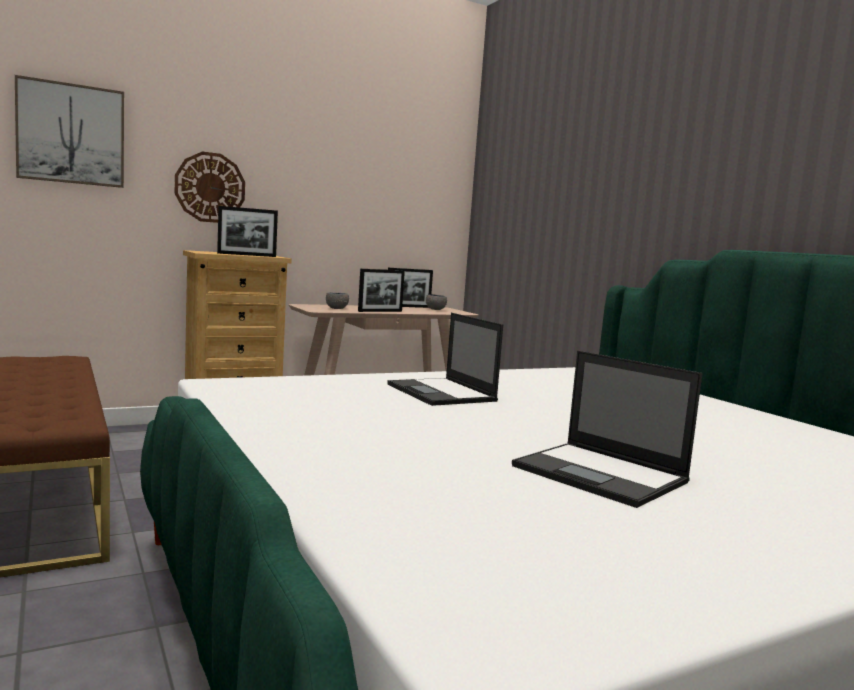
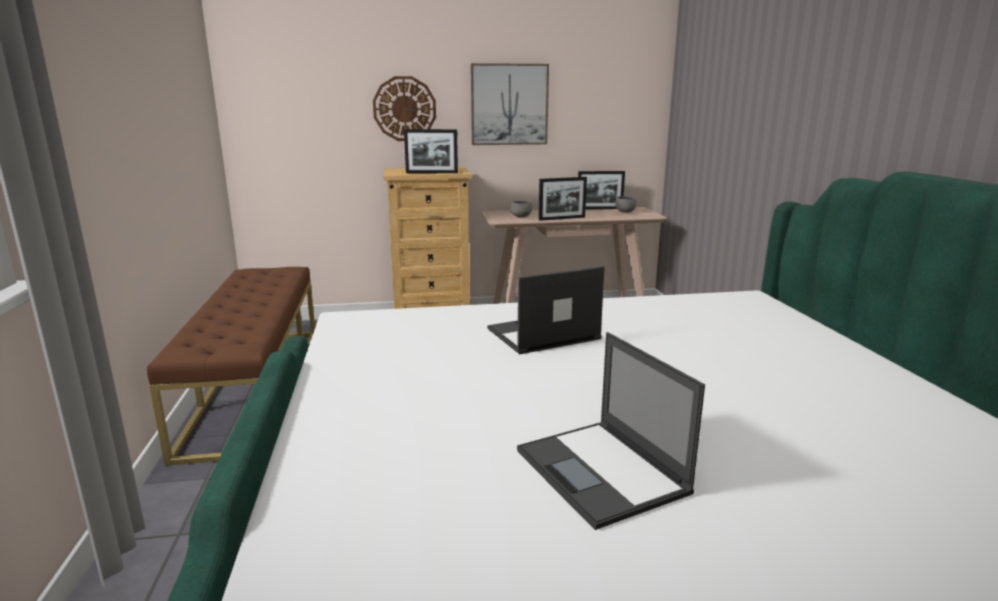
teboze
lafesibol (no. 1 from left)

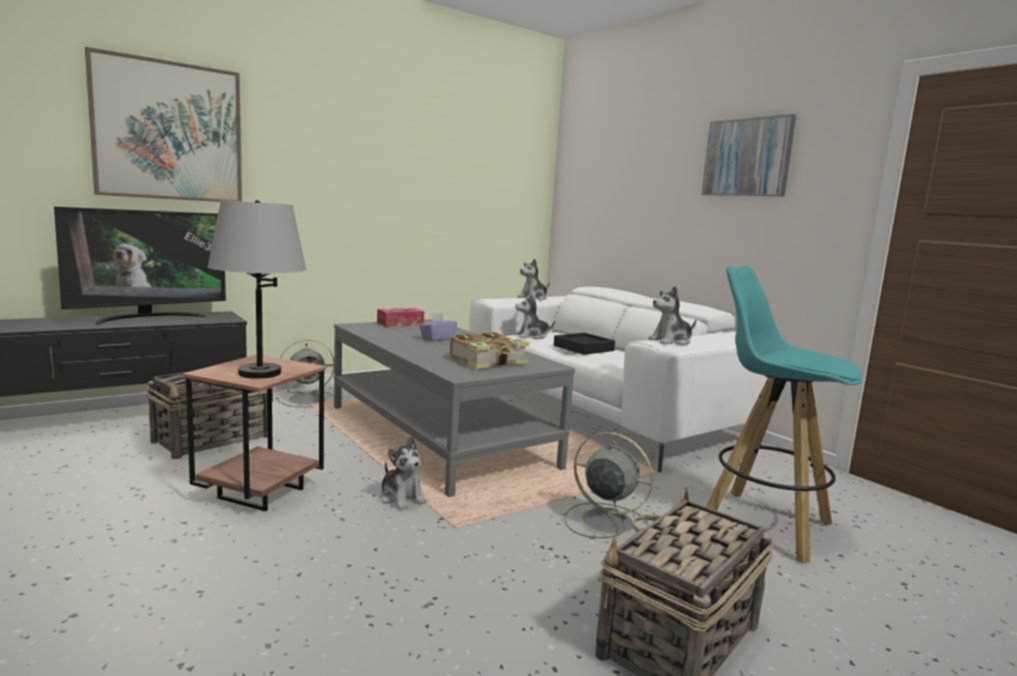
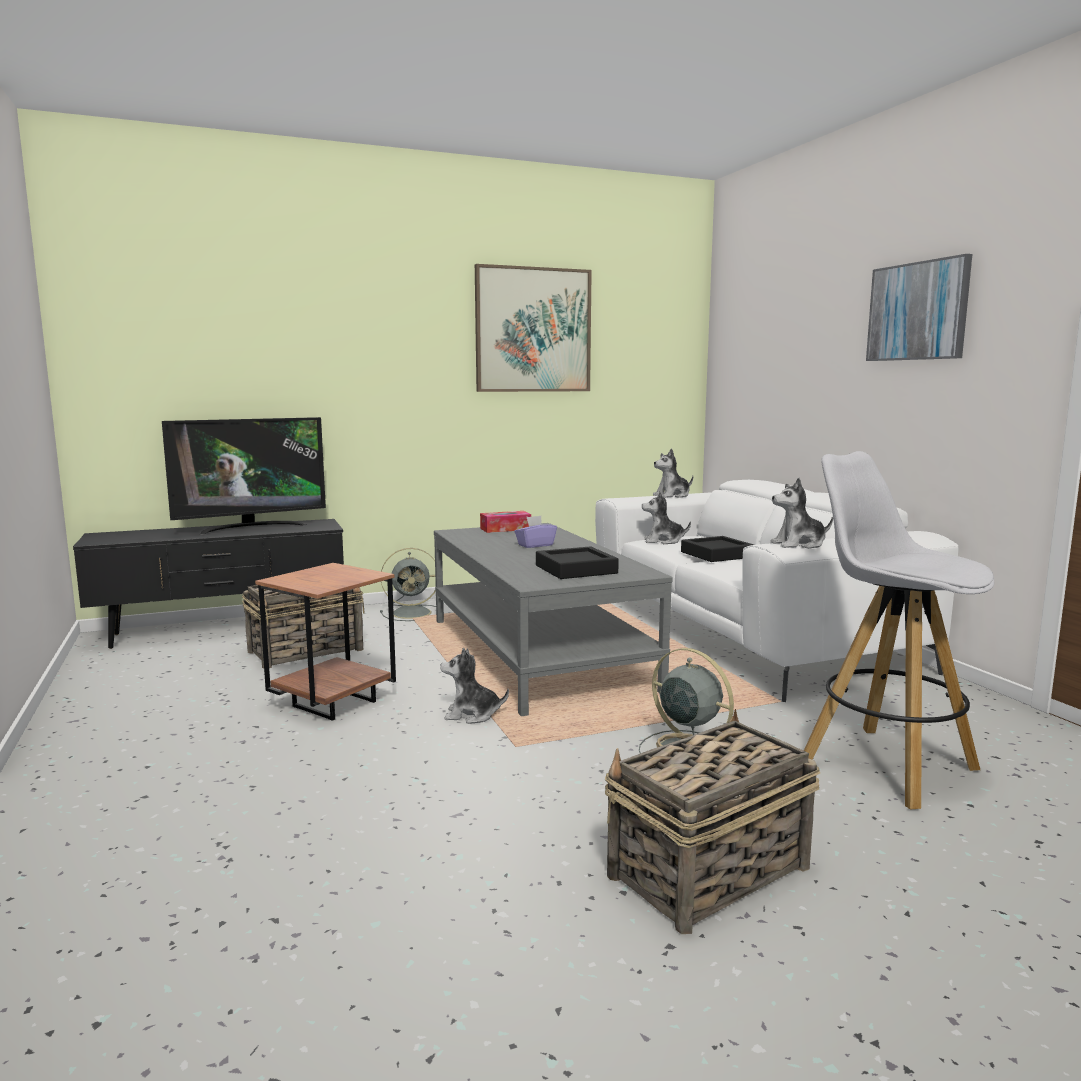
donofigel (no. 1 from left)
teboze (no. 1 from left)
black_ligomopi (no. 1 from left)
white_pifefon
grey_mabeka

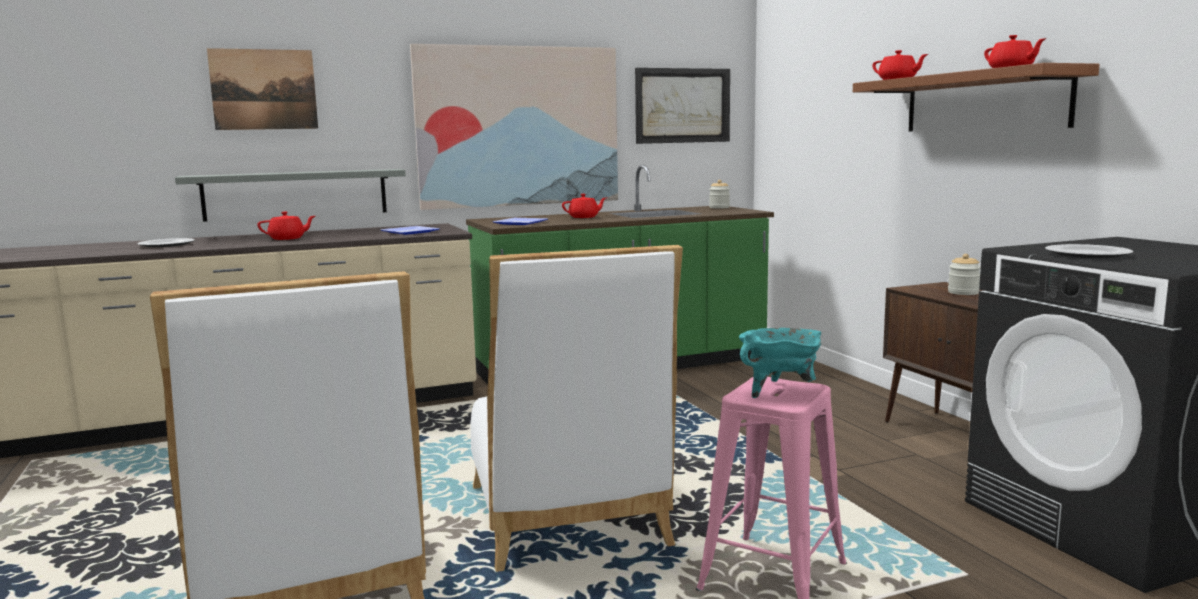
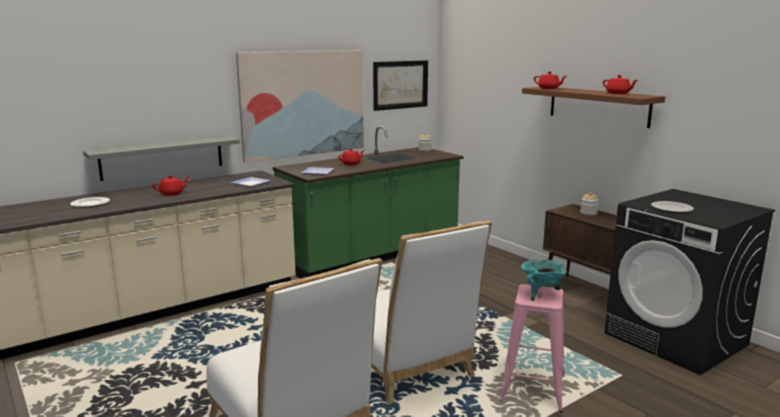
teboze (no. 1 from left in the first image)

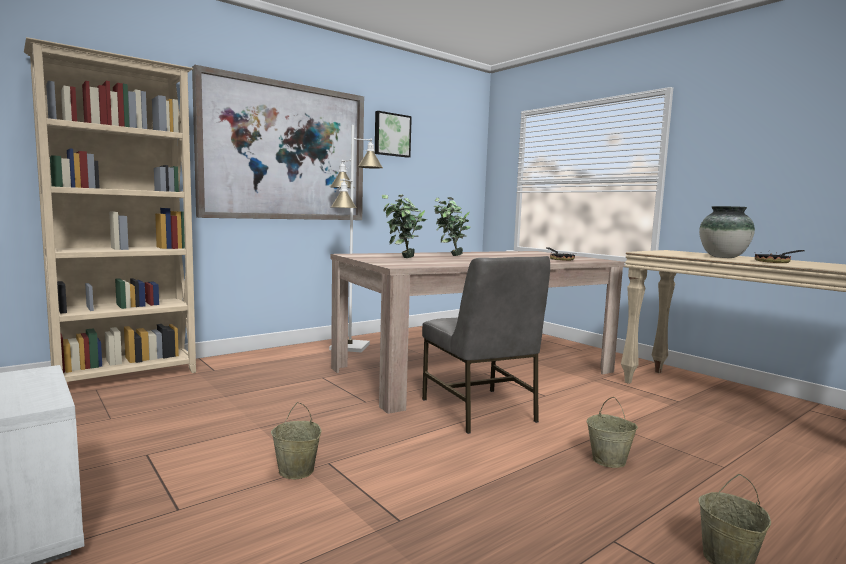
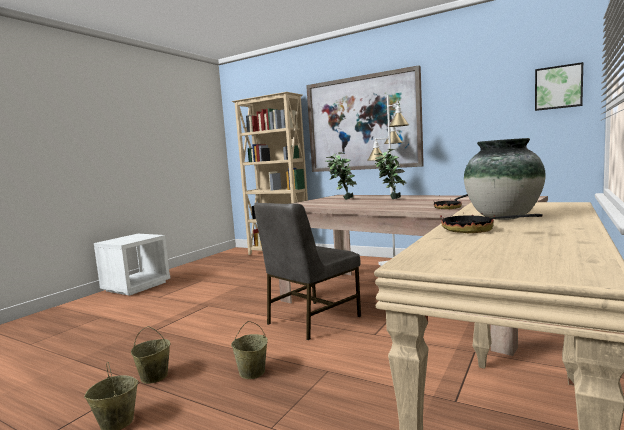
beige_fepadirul (no. 2 from left)
teboze (no. 2 from left)

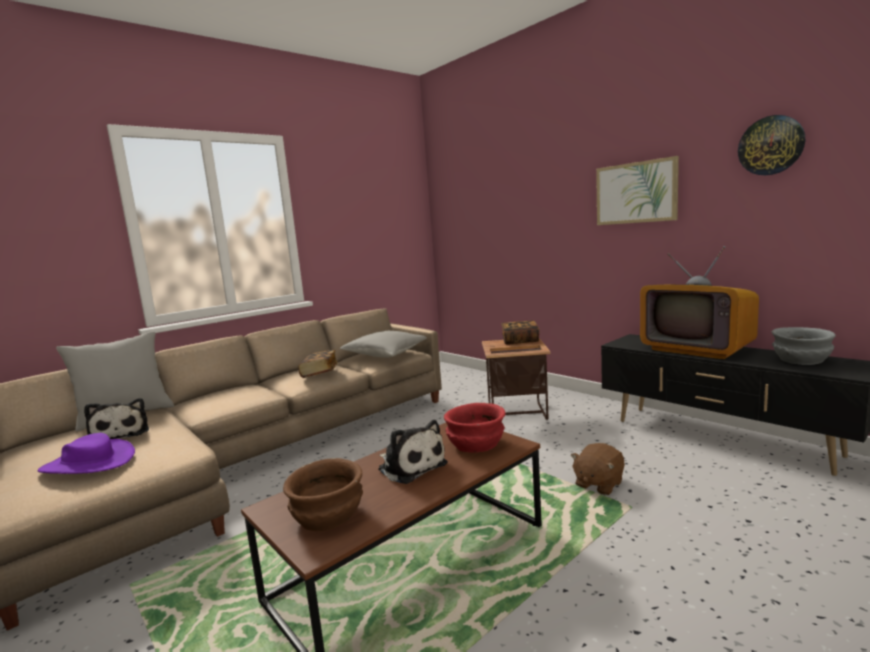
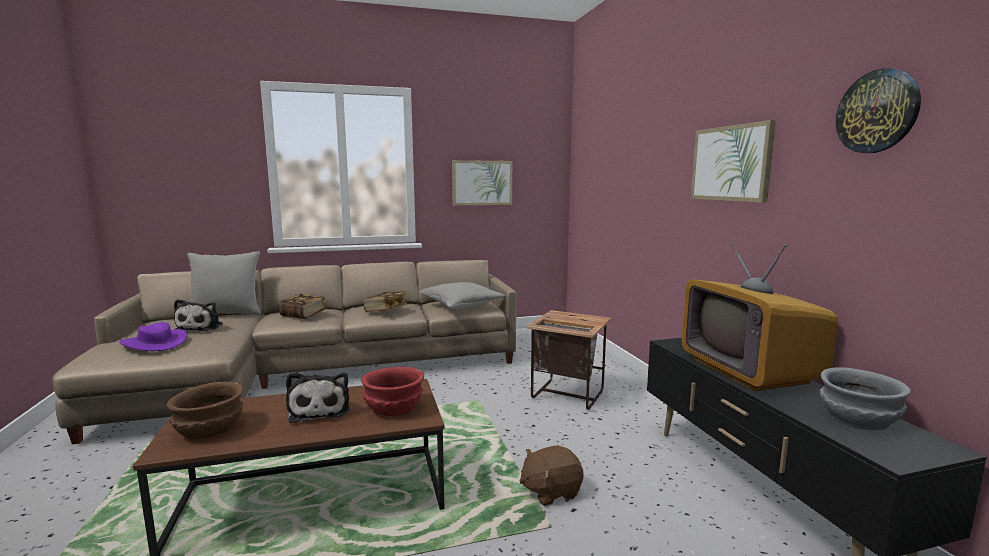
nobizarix (no. 1 from left)
teboze (no. 1 from left)

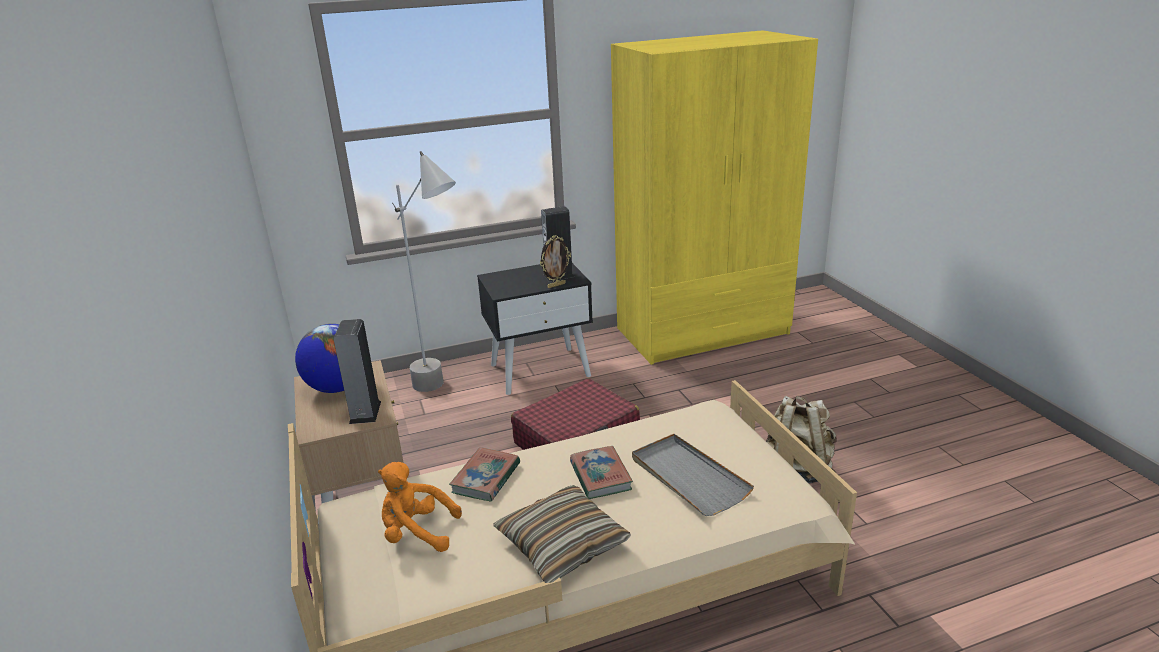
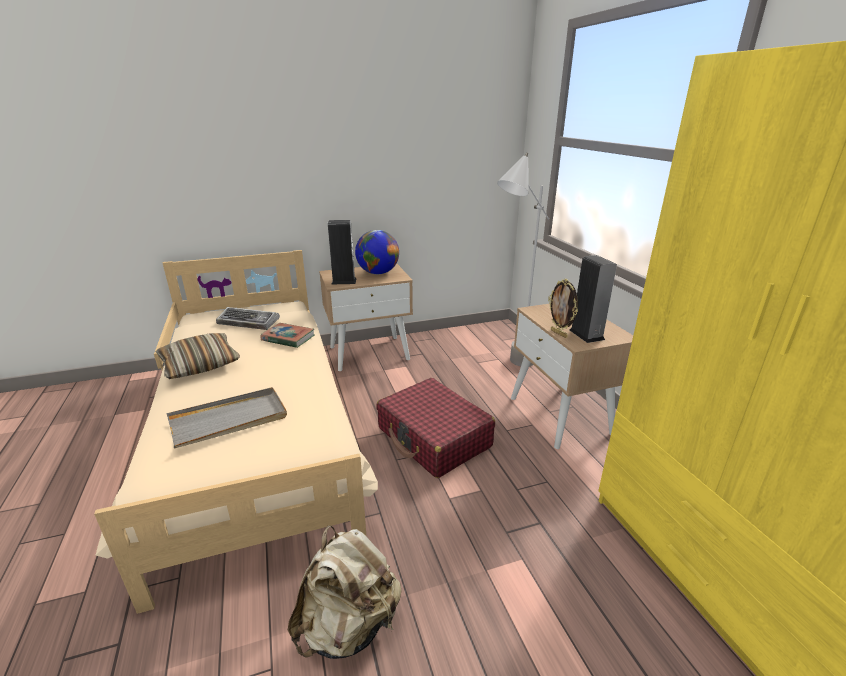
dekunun
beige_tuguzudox (no. 2 from left)
nobizarix (no. 2 from left in the first image)

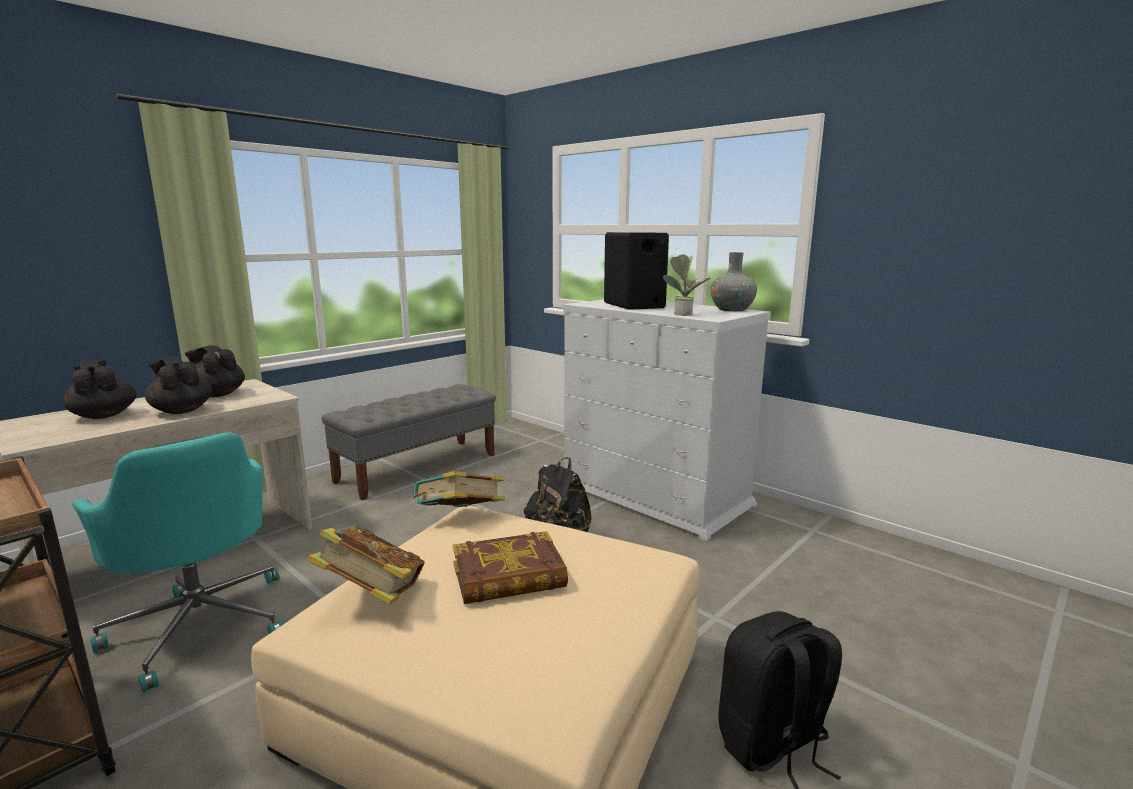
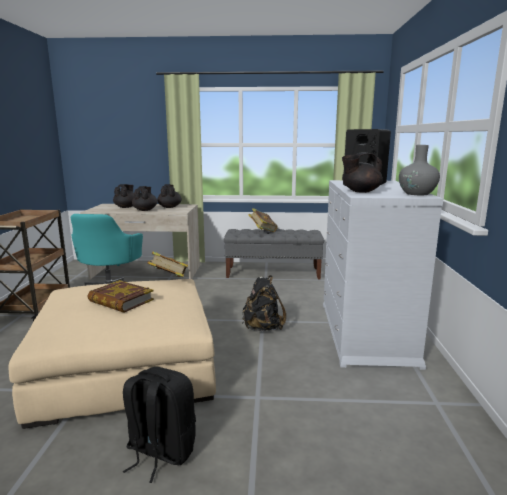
nobizarix (no. 3 from left)
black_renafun (no. 4 from left)

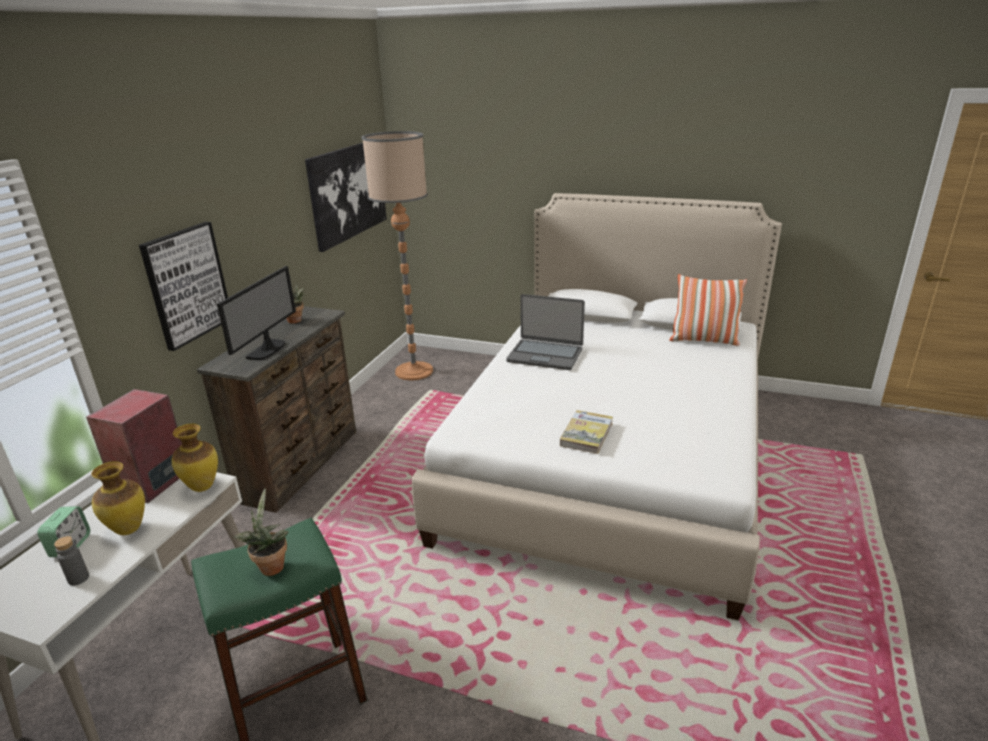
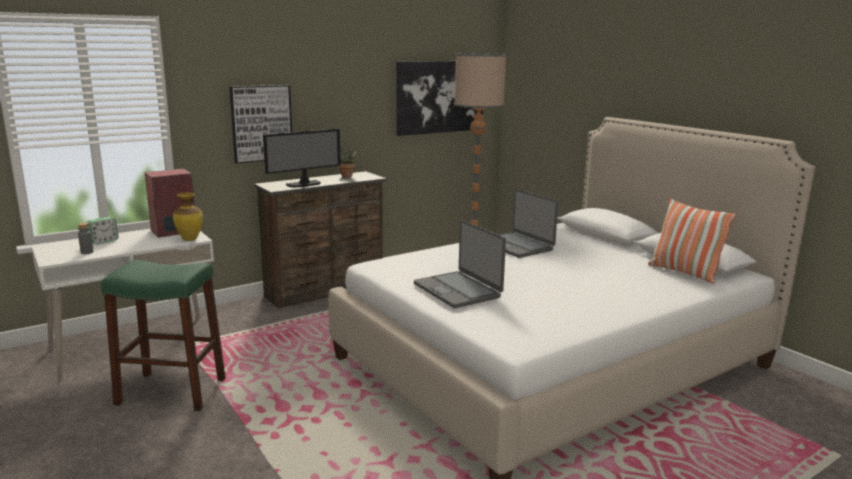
lafesibol (no. 1 from left)
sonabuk (no. 1 from left in the first image)
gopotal (no. 1 from left in the first image)

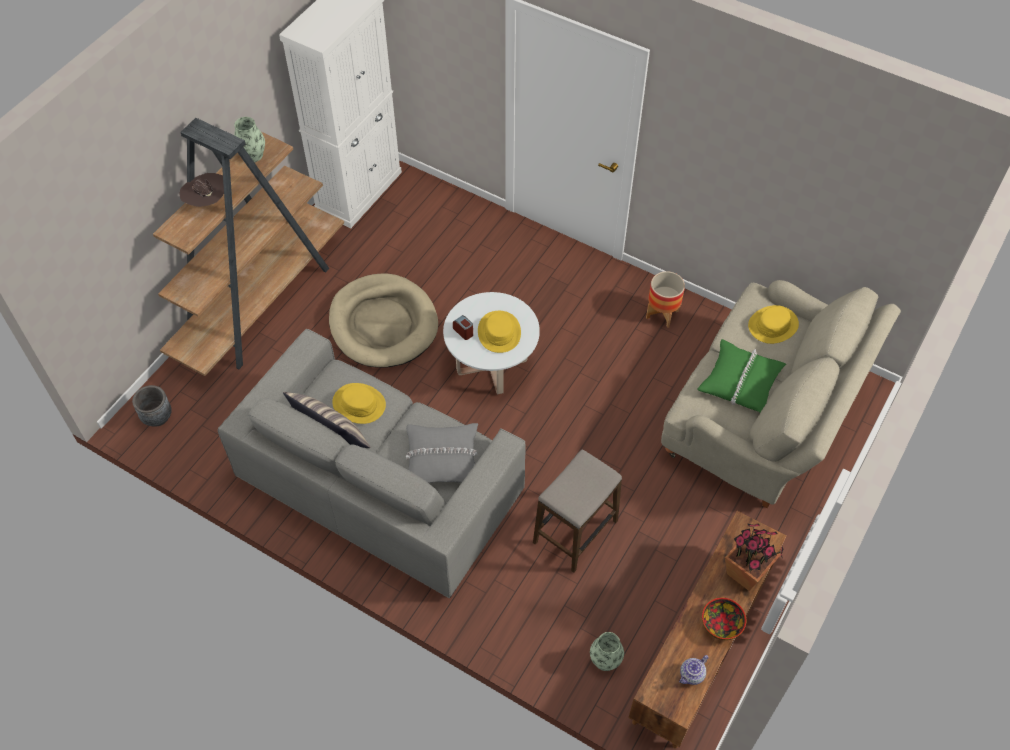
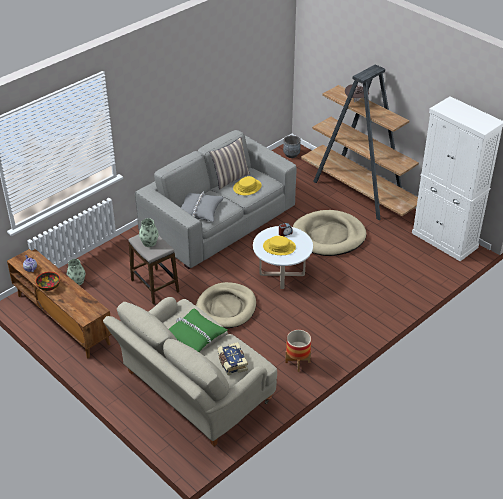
sonabuk (no. 2 from left)
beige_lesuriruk (no. 1 from left)
nobizarix
gopotal

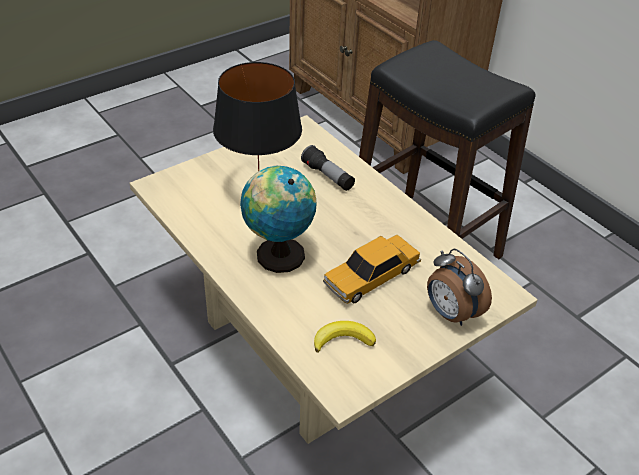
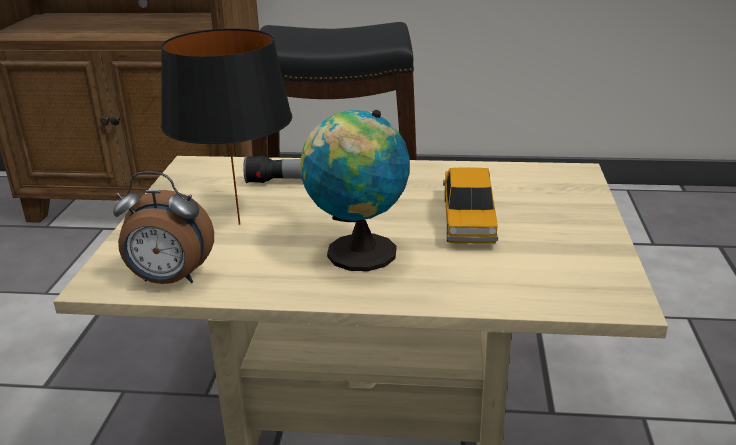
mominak
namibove

